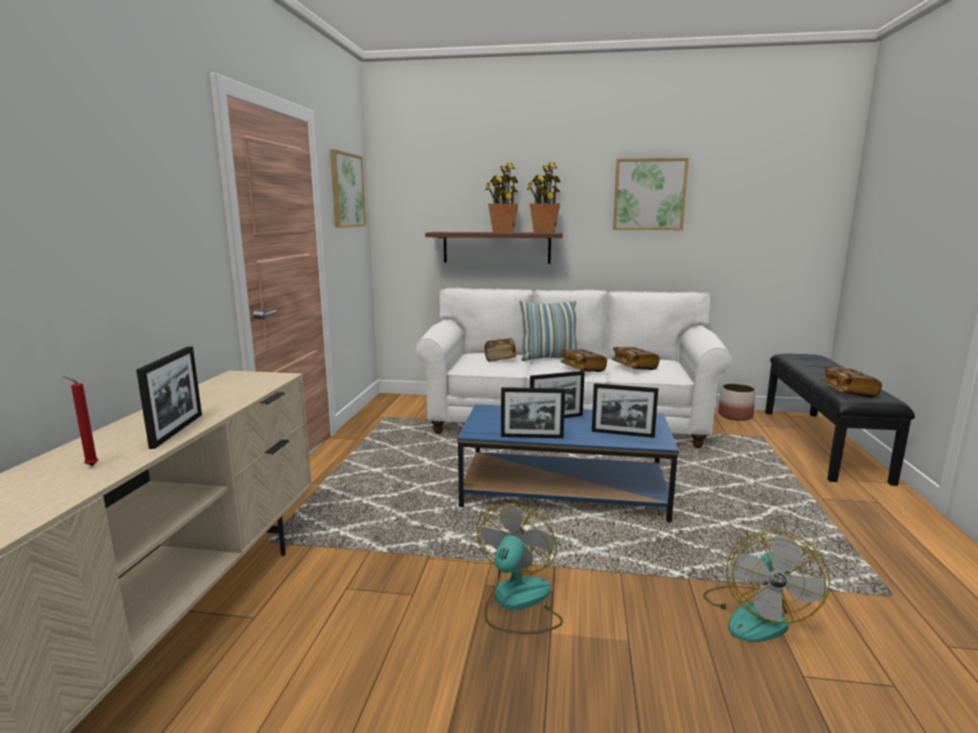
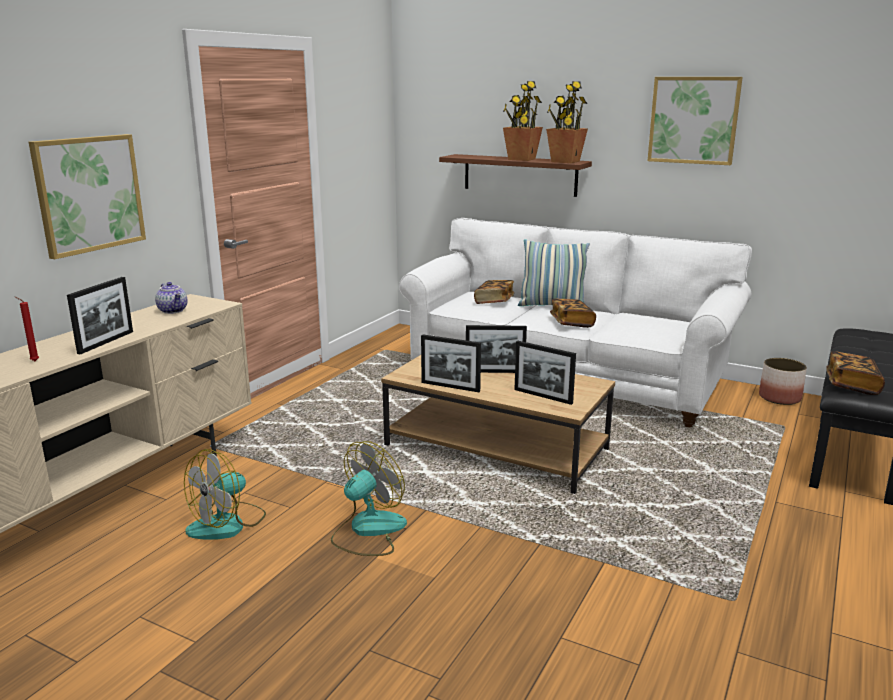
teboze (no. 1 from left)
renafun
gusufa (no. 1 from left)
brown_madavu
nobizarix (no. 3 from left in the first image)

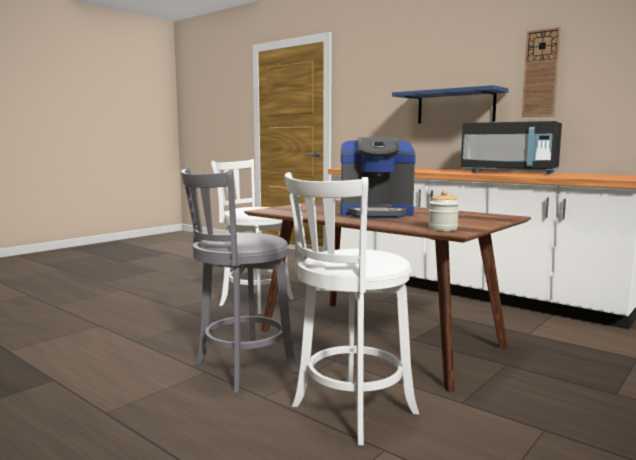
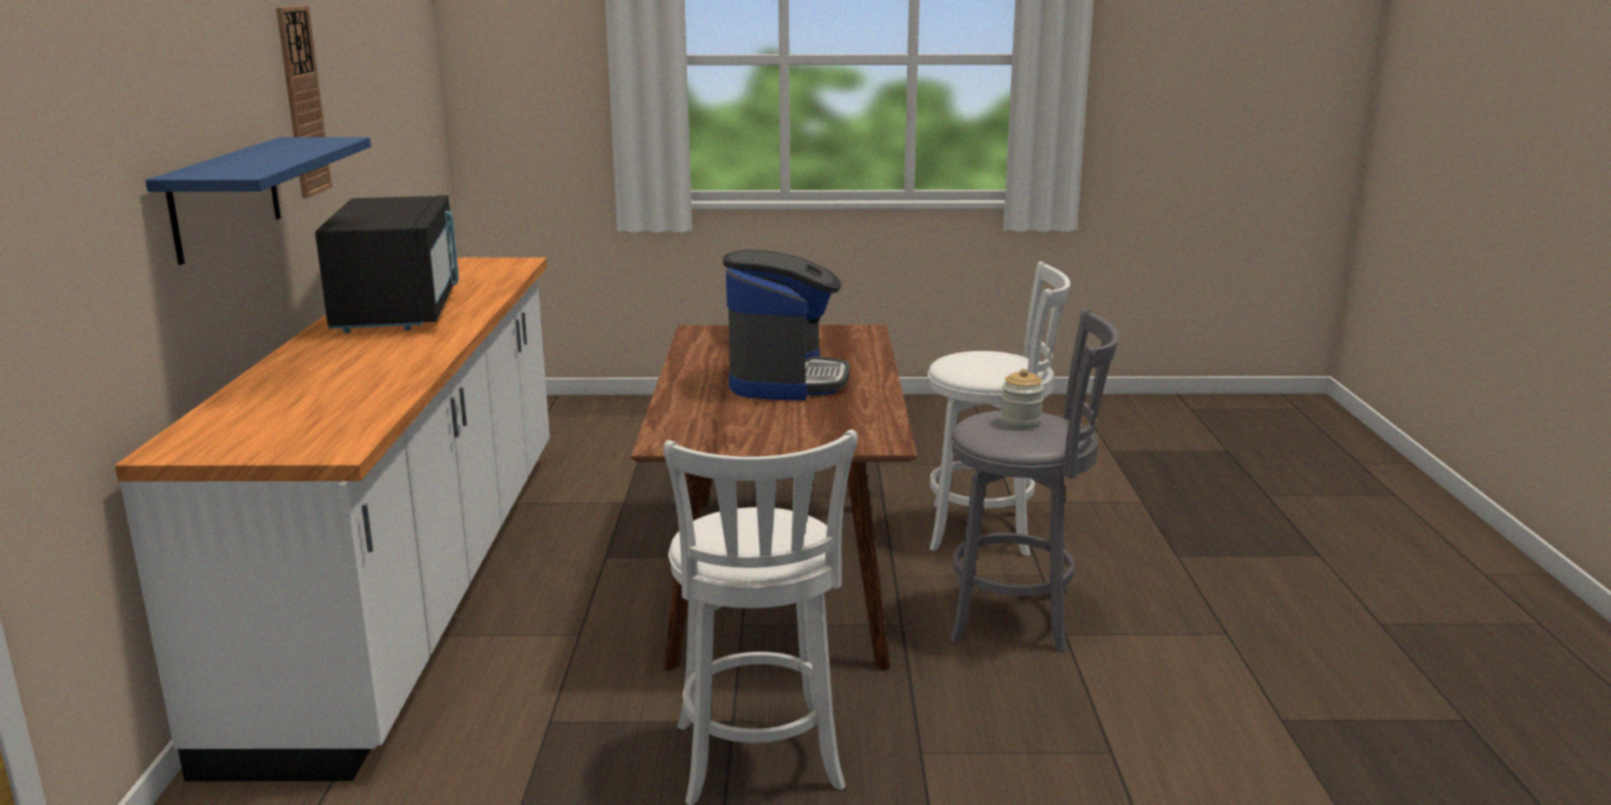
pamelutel
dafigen

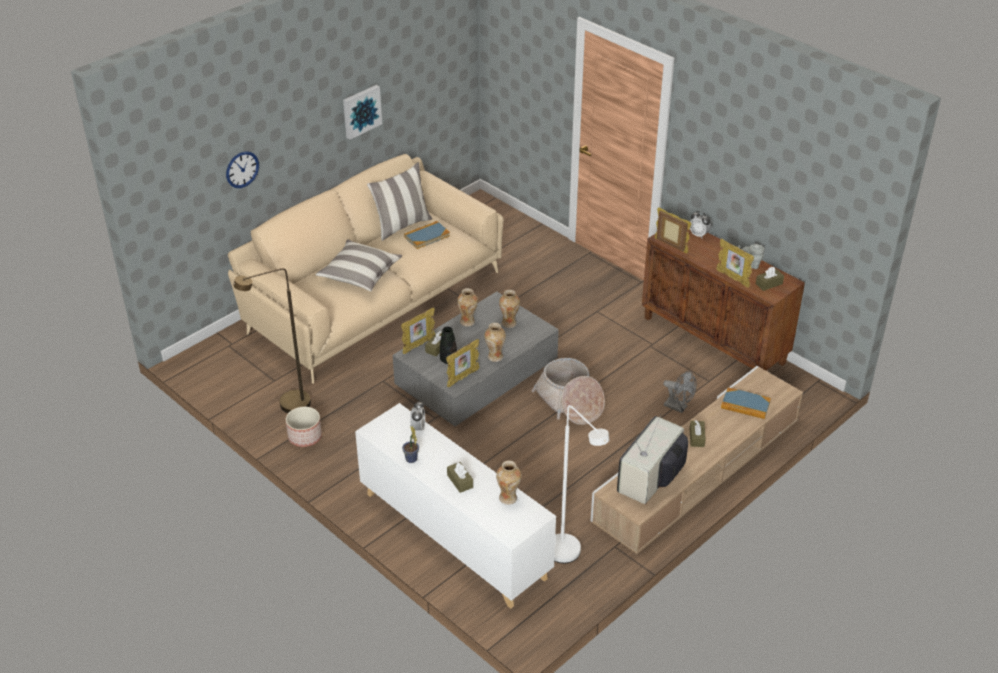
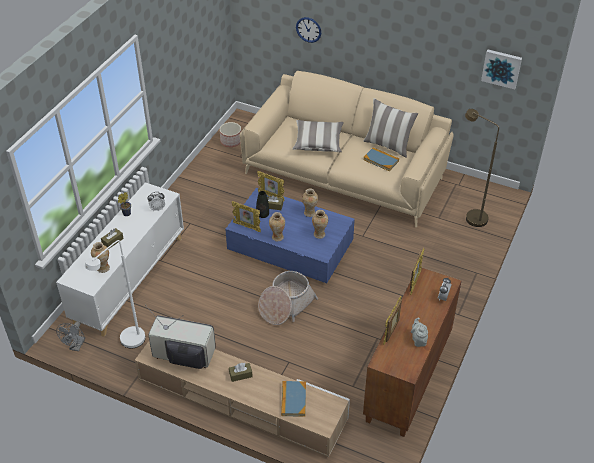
grey_gusufa
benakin
blue_madavu
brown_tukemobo
teboze
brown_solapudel (no. 4 from left in the first image)

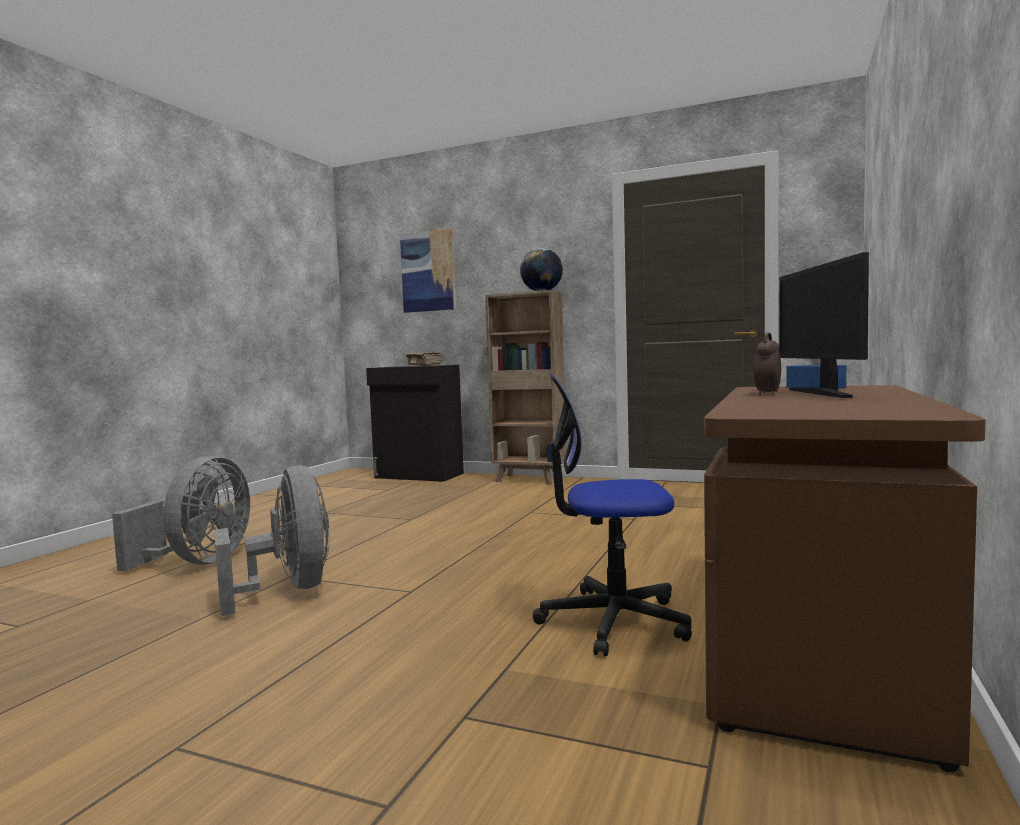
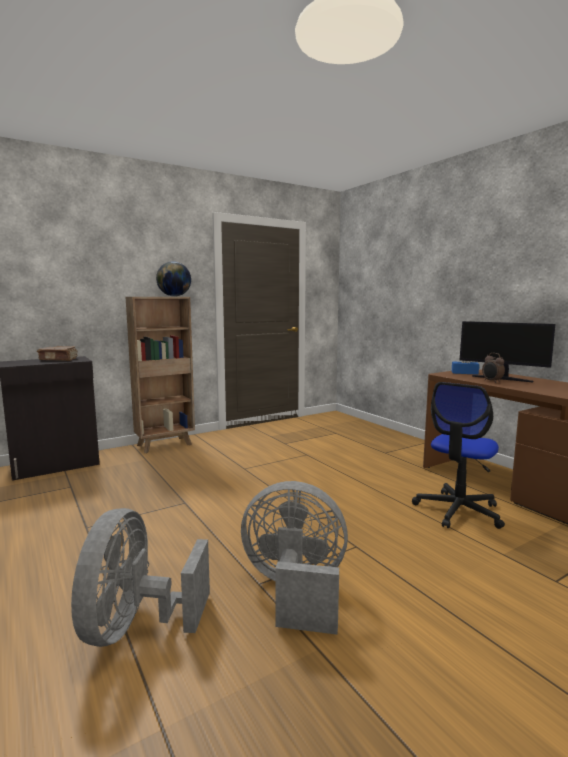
grey_gusufa (no. 1 from left)
teboze

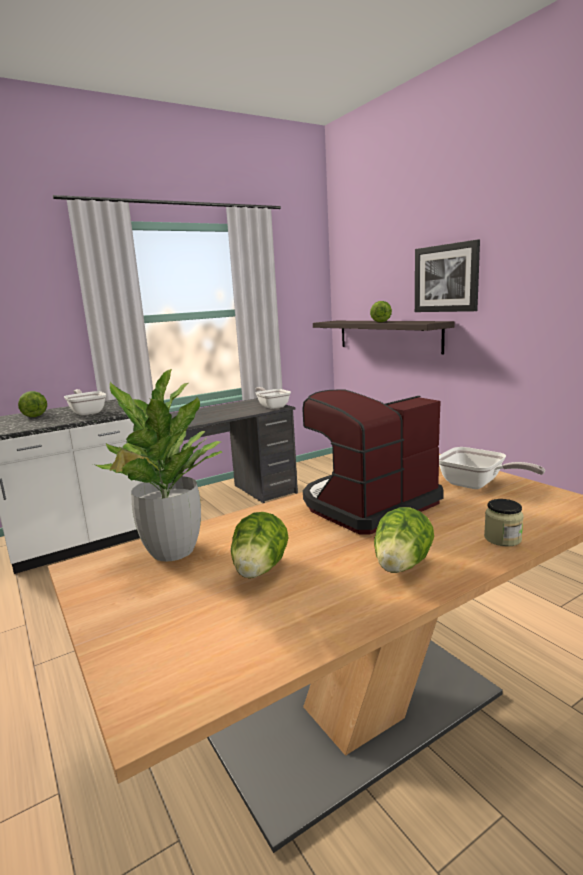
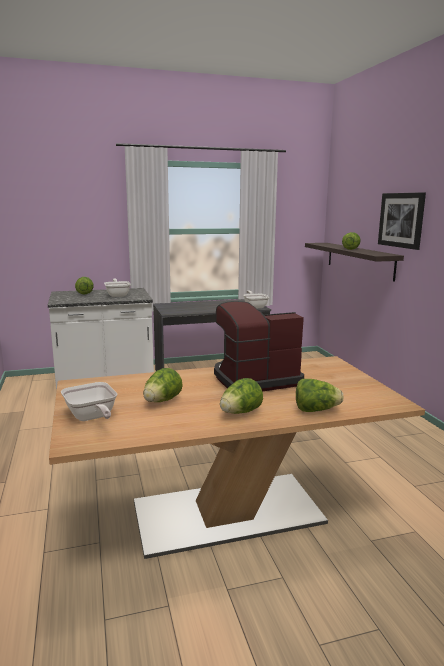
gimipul (no. 1 from left)
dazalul (no. 4 from left)
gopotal

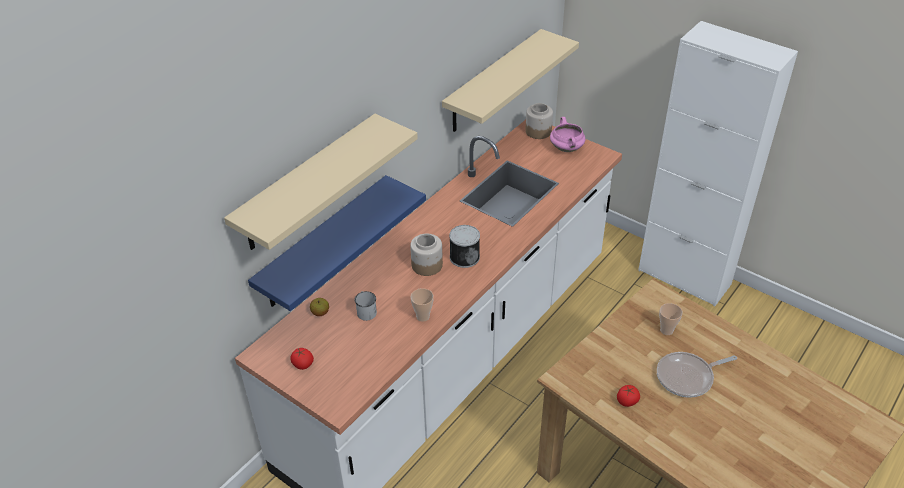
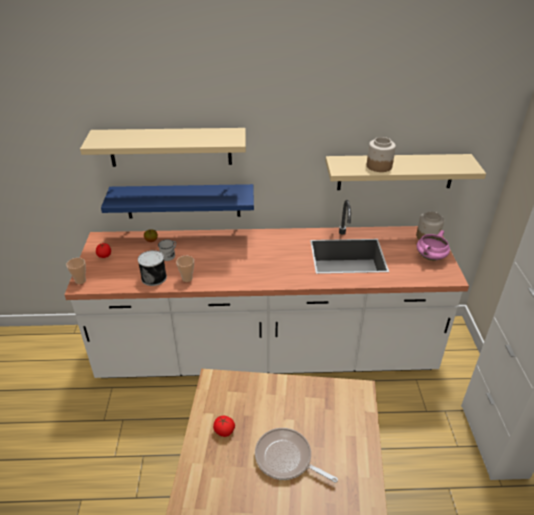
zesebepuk (no. 1 from left)
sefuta
dafigen (no. 1 from left)

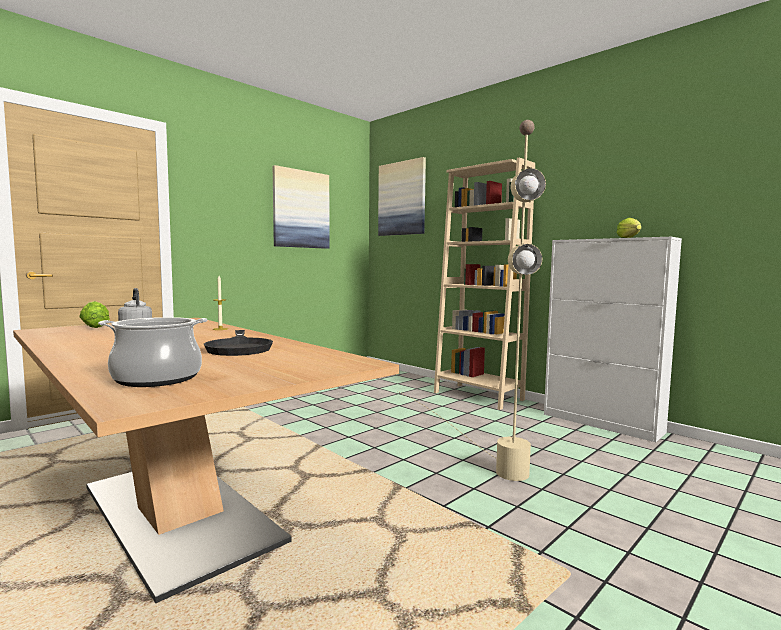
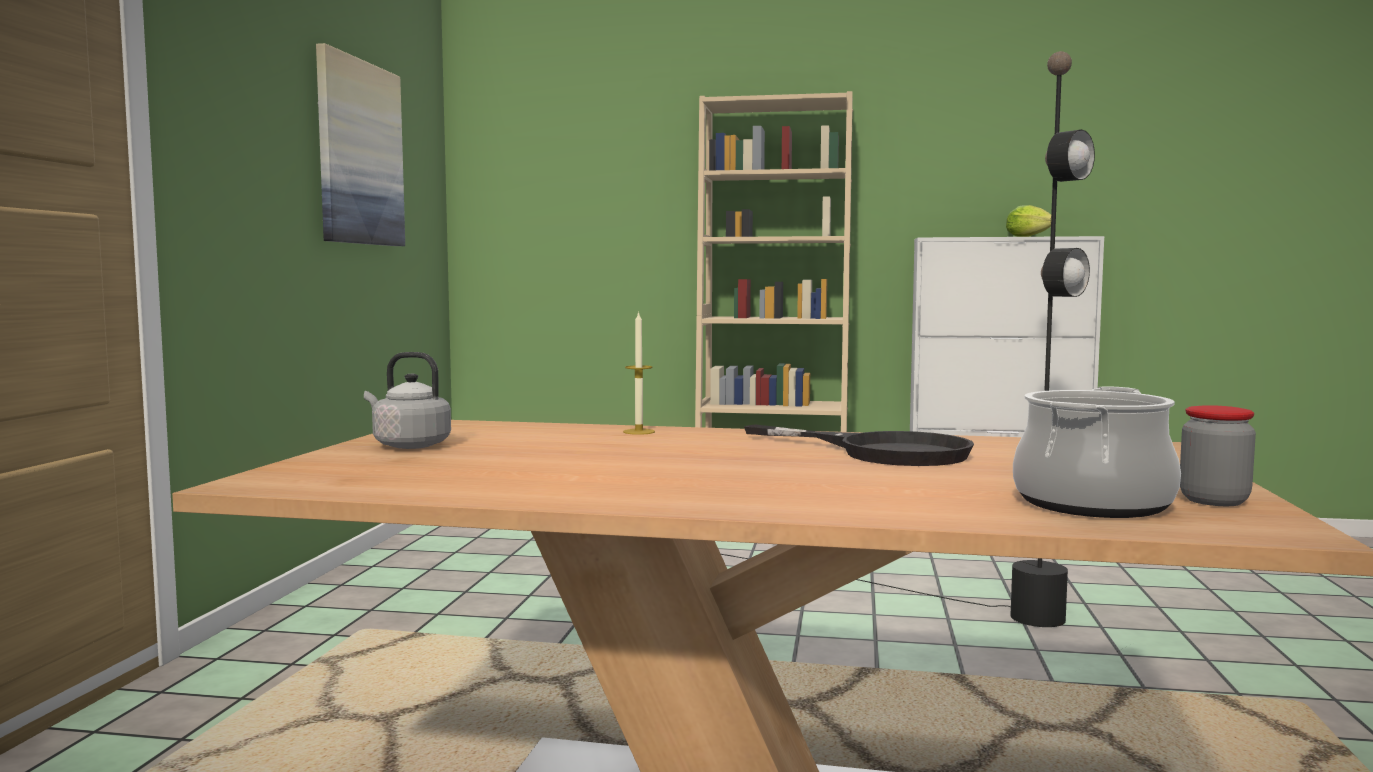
black_tukemobo
dafigen
dazalul (no. 1 from left in the first image)
teboze (no. 2 from left in the first image)

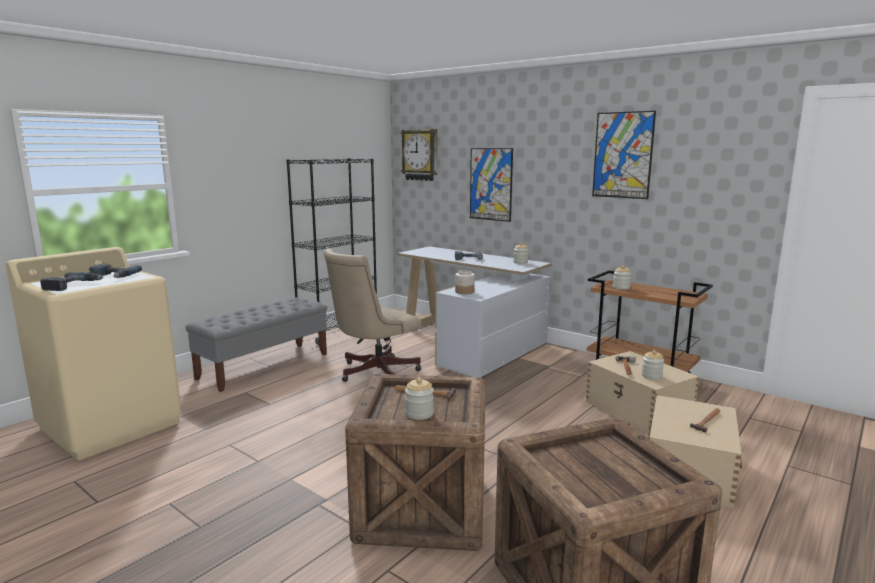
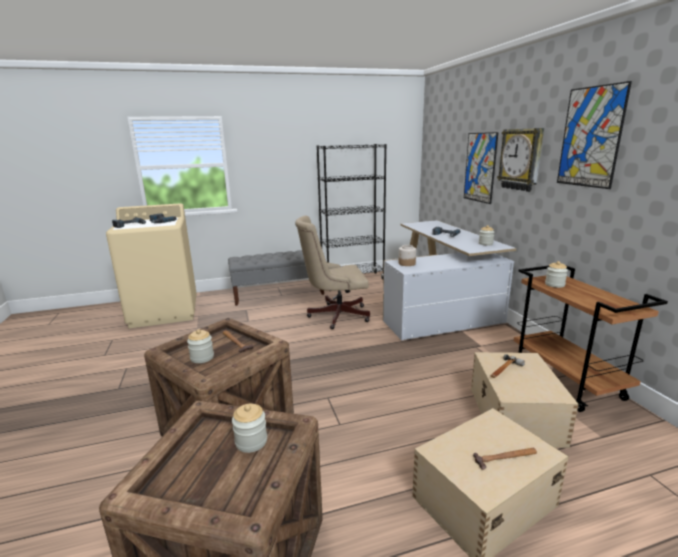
dafigen (no. 2 from left)
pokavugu

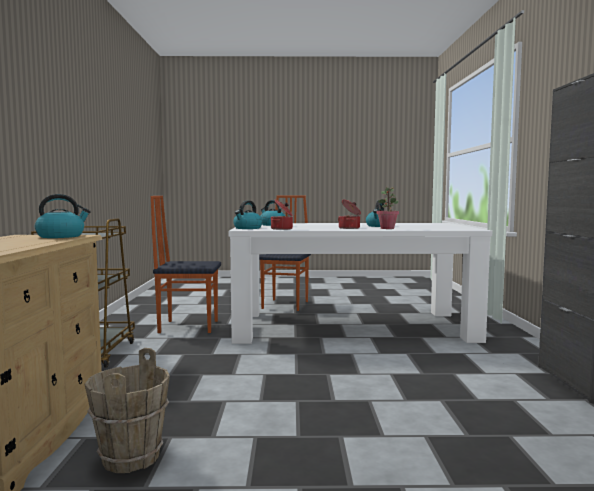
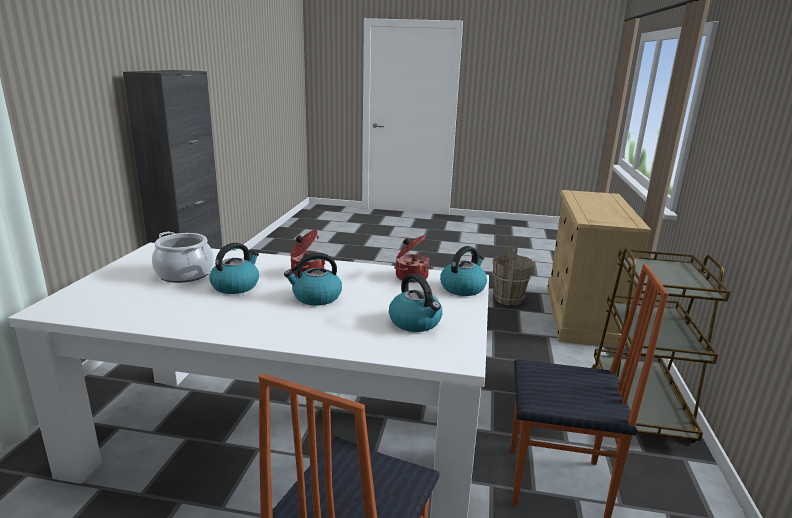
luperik (no. 1 from left)
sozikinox (no. 2 from left)
gopotal

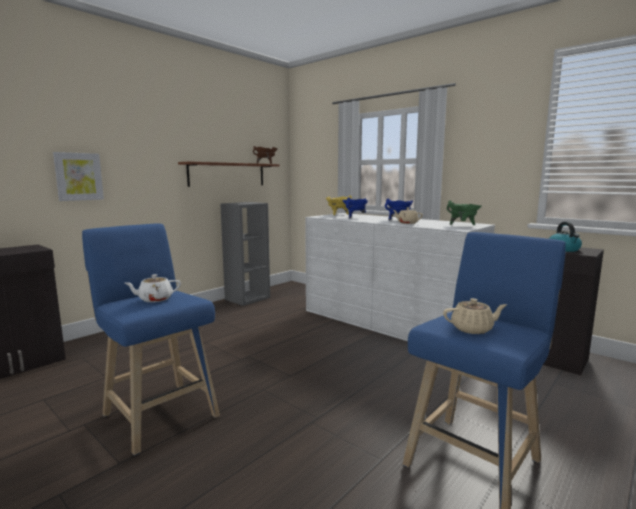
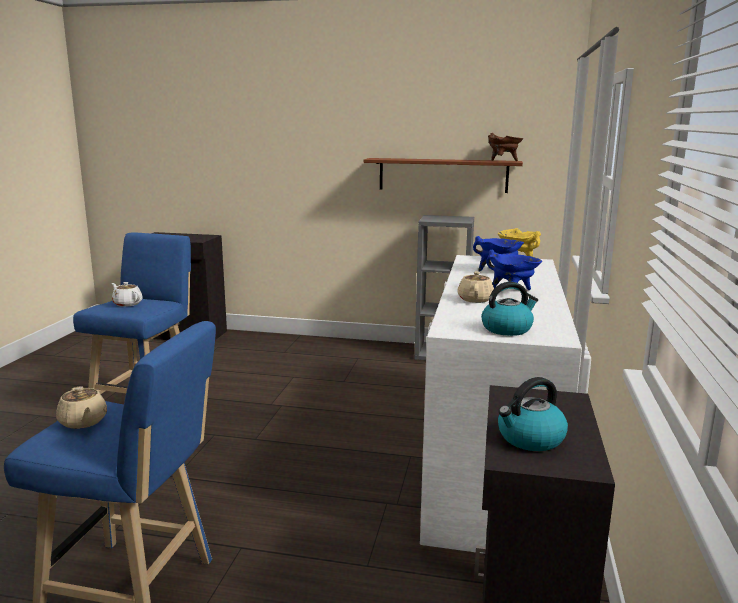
sozikinox (no. 1 from left)
teboze

